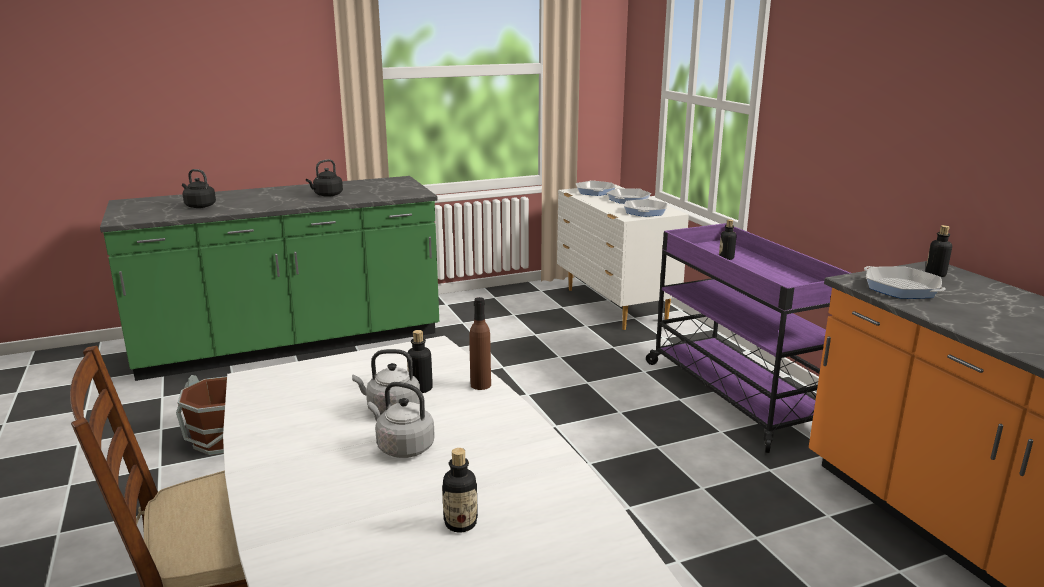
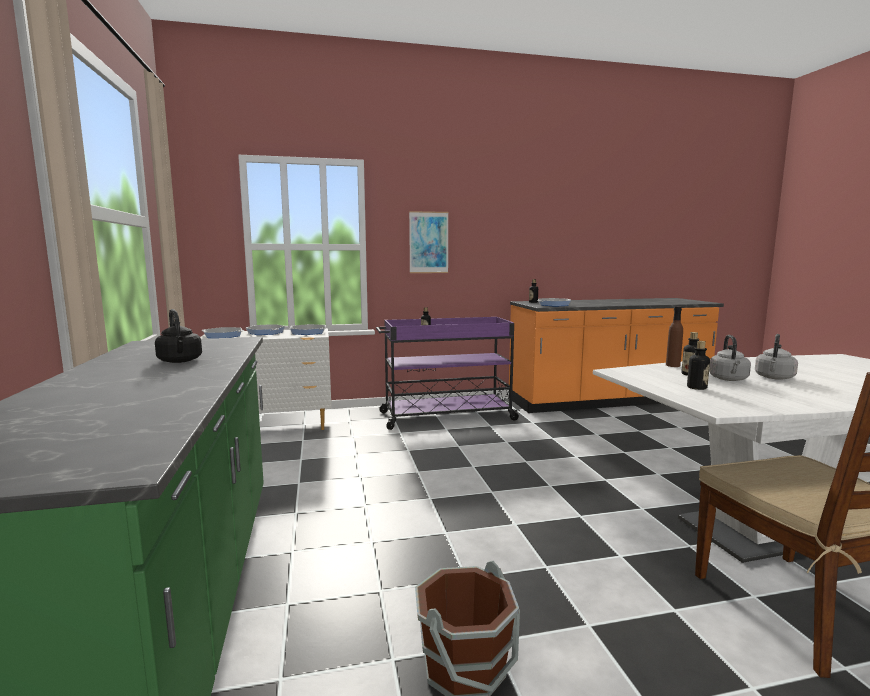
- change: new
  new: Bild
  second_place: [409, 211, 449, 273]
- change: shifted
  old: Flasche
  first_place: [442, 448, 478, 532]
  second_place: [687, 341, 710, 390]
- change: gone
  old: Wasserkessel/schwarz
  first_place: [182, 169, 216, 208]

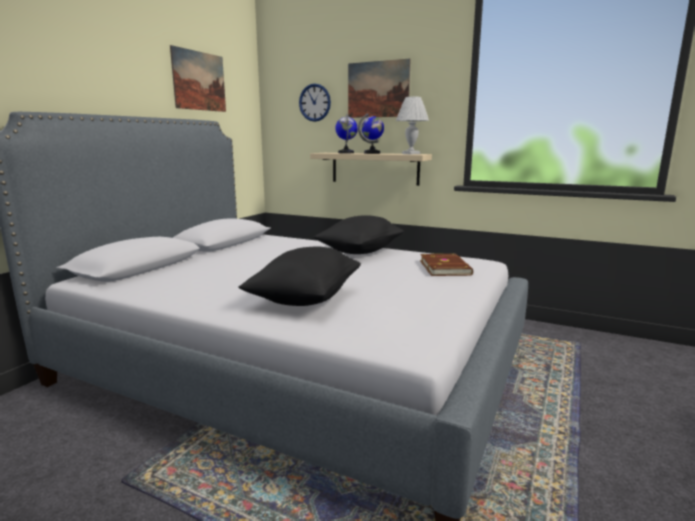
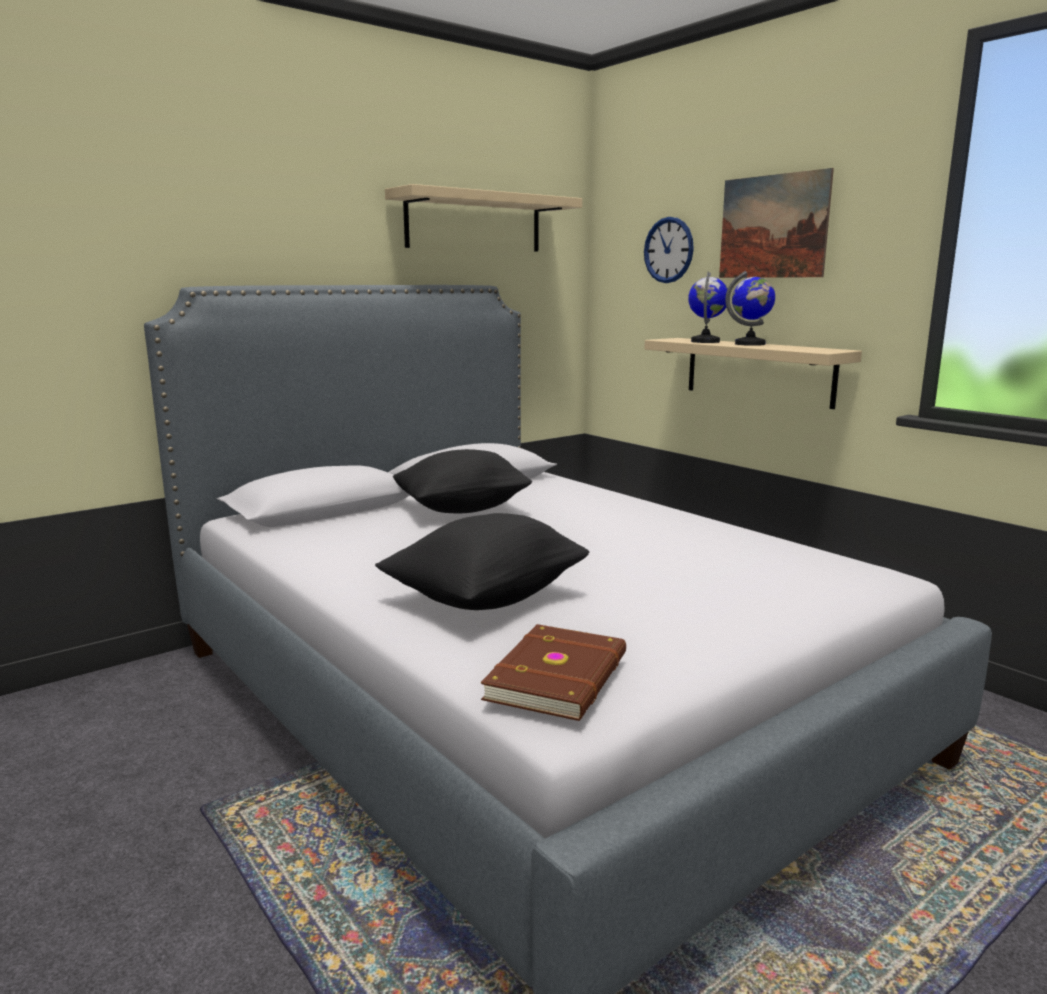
- change: swapped
  old: Bild
  new: Wandregal/beige
  first_place: [170, 45, 226, 112]
  second_place: [385, 184, 582, 252]
- change: shifted
  old: Kissen/schwarz
  first_place: [313, 215, 404, 254]
  second_place: [393, 449, 532, 513]
- change: shifted
  old: Buch/braun
  first_place: [420, 254, 473, 276]
  second_place: [481, 624, 626, 721]
- change: gone
  old: Tischlampe/weiß
  first_place: [396, 97, 429, 154]

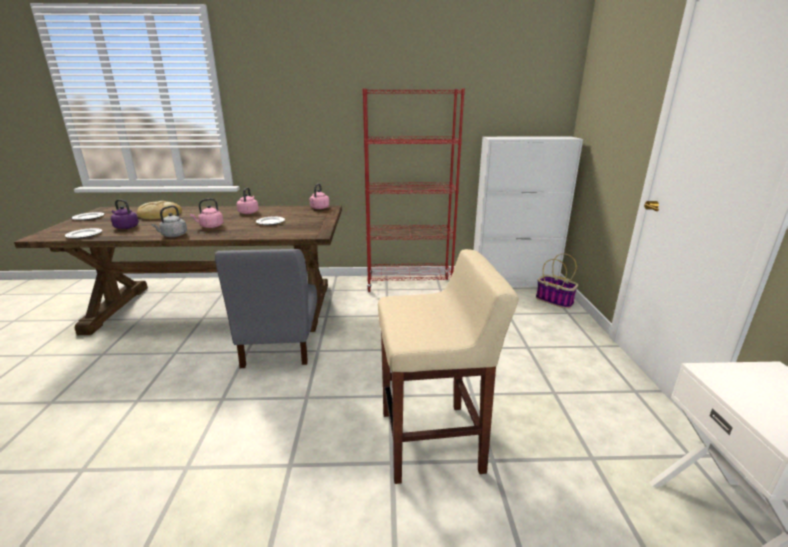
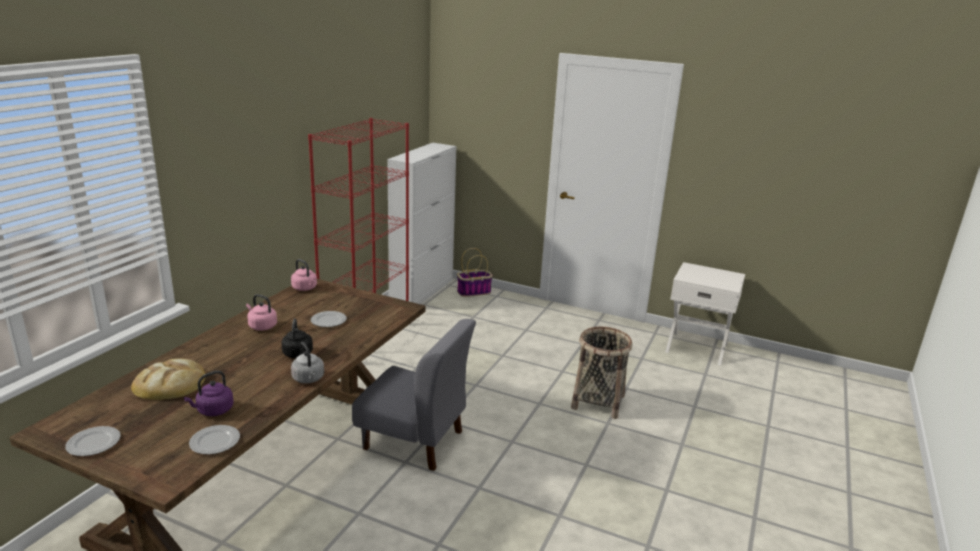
- change: repainted
  old: Wasserkessel/rosa
  new: Wasserkessel/schwarz
  first_place: [190, 198, 224, 228]
  second_place: [281, 318, 313, 358]
- change: swapped
  old: Hocker/beige
  new: Korb
  first_place: [378, 249, 519, 484]
  second_place: [571, 327, 632, 419]

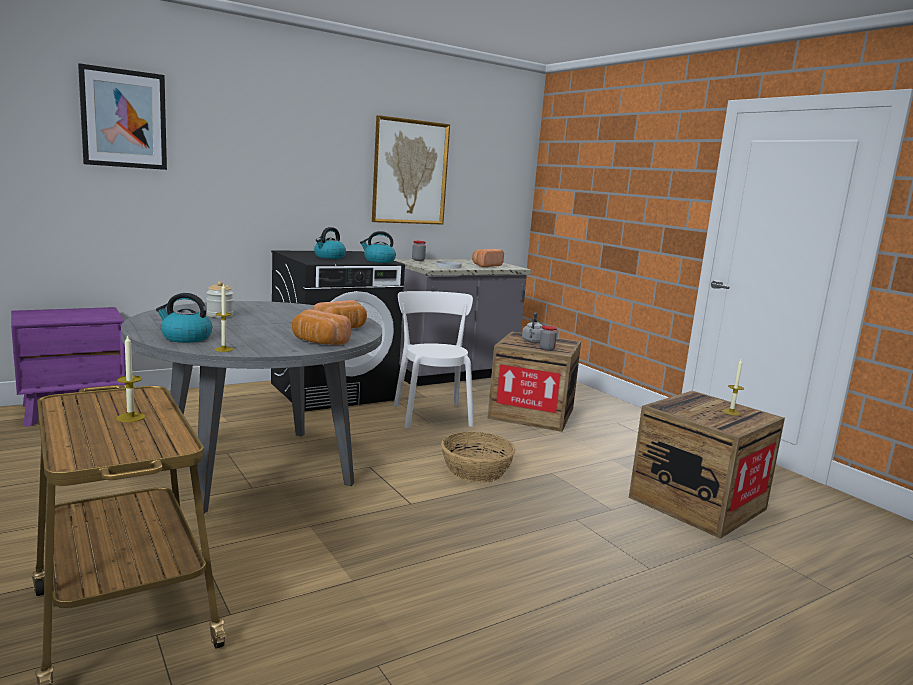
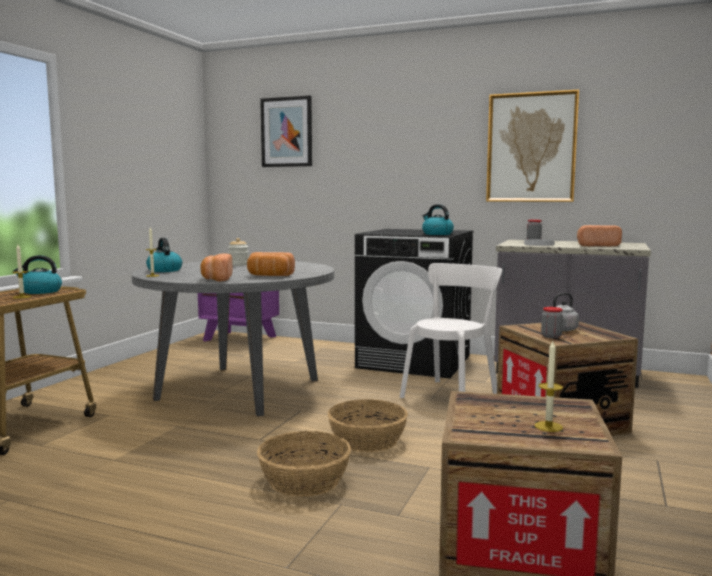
- change: shifted
  old: Wasserkessel
  first_place: [314, 227, 346, 259]
  second_place: [14, 255, 62, 294]
- change: new
  new: Korb
  second_place: [257, 431, 351, 497]

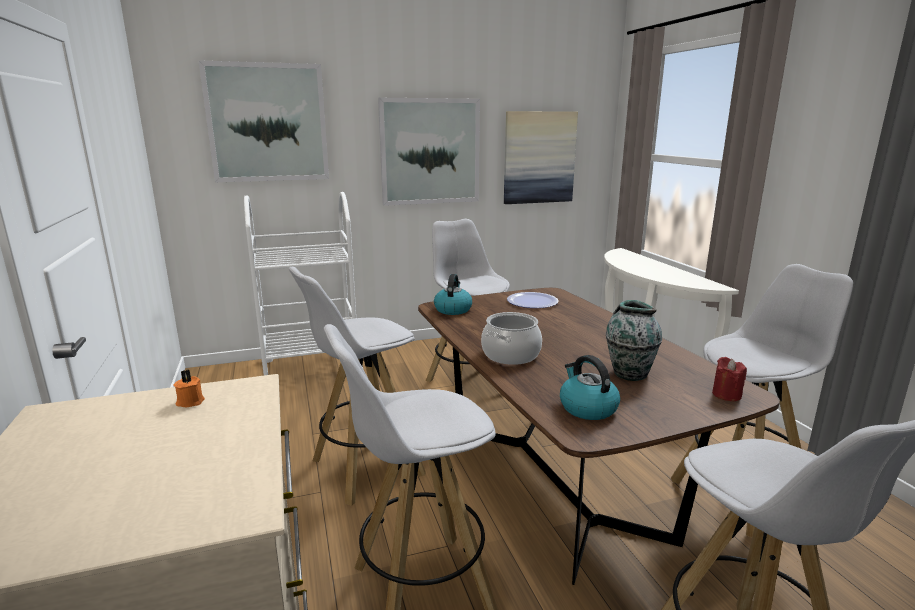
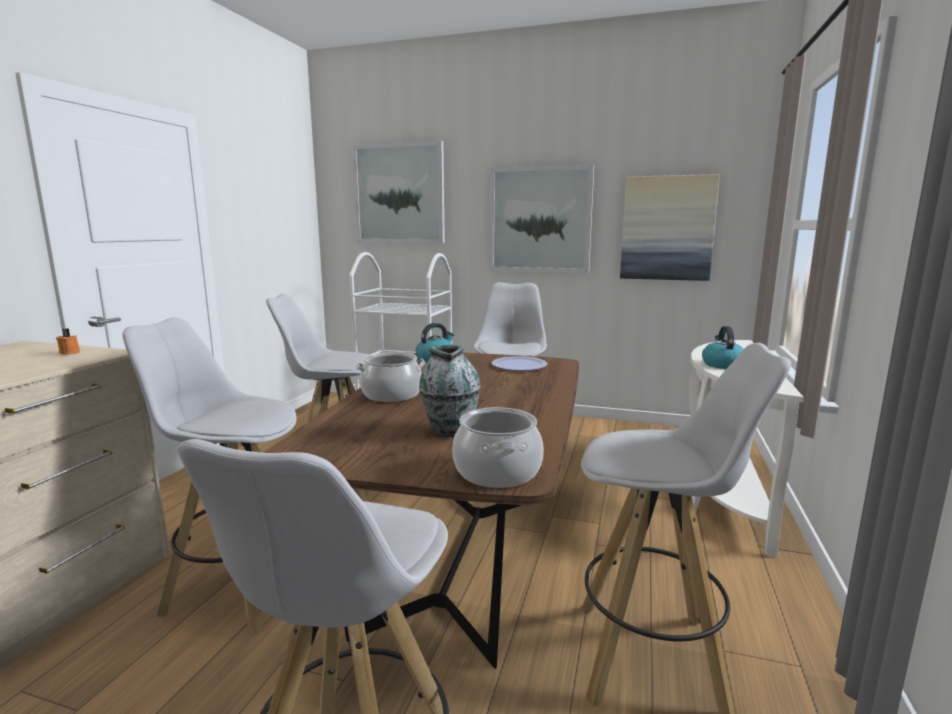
- change: swapped
  old: Kerze/rot
  new: Kochtopf
  first_place: [712, 357, 747, 401]
  second_place: [453, 407, 544, 488]
- change: shifted
  old: Wasserkessel
  first_place: [560, 355, 620, 420]
  second_place: [702, 326, 743, 369]

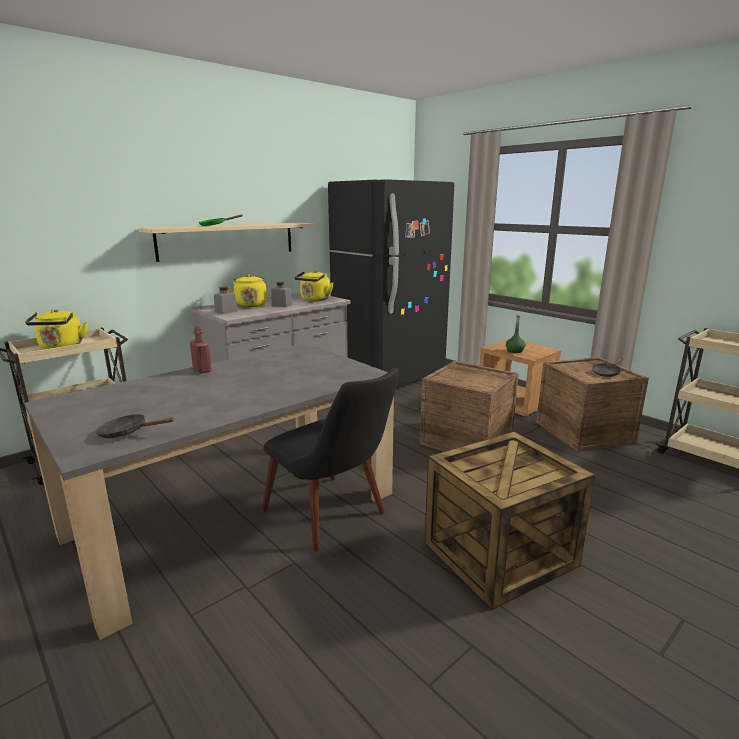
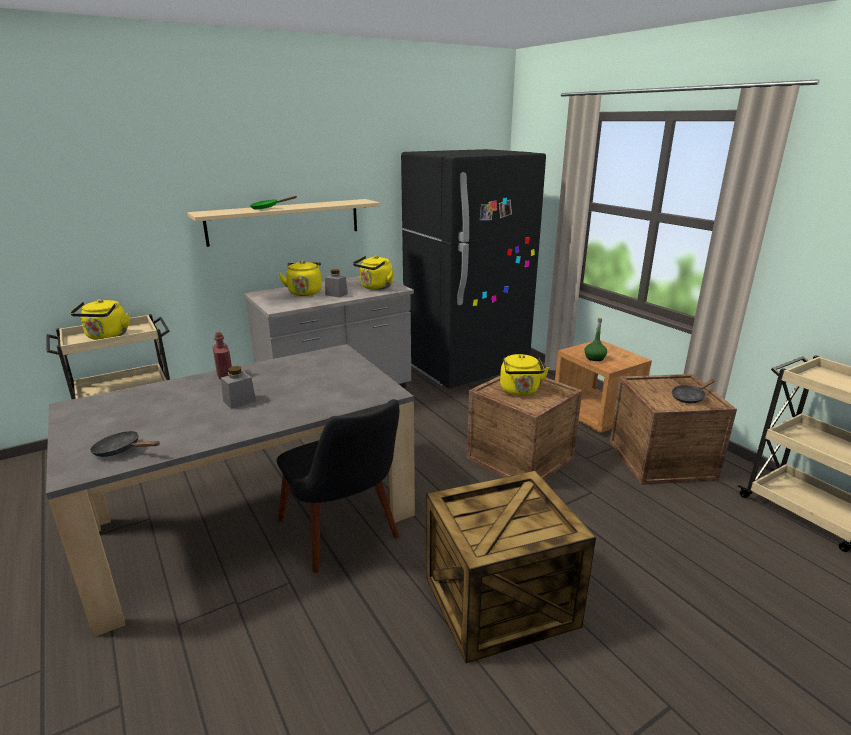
- change: shifted
  old: Vorratsglas/grau
  first_place: [214, 287, 237, 314]
  second_place: [221, 366, 256, 409]
- change: new
  new: Wasserkessel/gelb
  second_place: [500, 354, 549, 396]

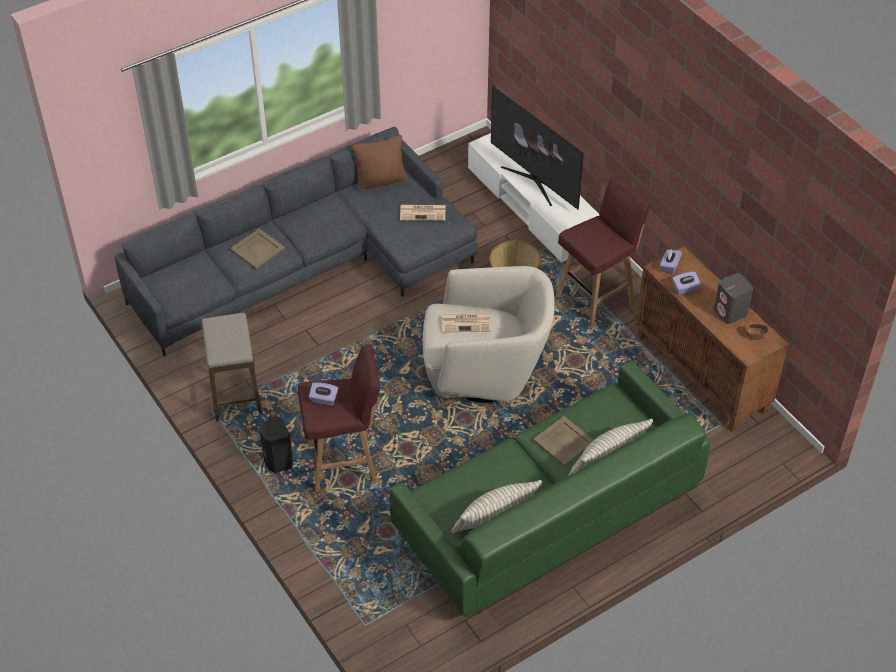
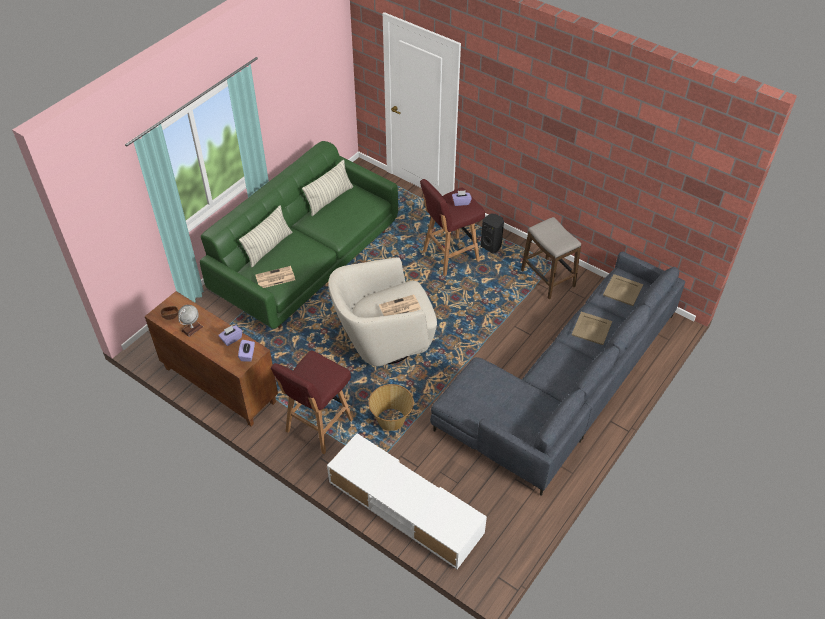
- change: swapped
  old: Lautsprecher/grau
  new: Globus
  first_place: [714, 273, 753, 324]
  second_place: [178, 305, 203, 337]
- change: shifted
  old: Zeitung
  first_place: [400, 205, 445, 221]
  second_place: [255, 266, 295, 288]
- change: shifted
  old: Tablett/beige
  first_place: [533, 416, 593, 466]
  second_place: [603, 274, 643, 306]
- change: gone
  old: Kissen/braun
  first_place: [352, 135, 408, 191]
- change: gone
  old: Fernseher
  first_place: [491, 86, 584, 210]

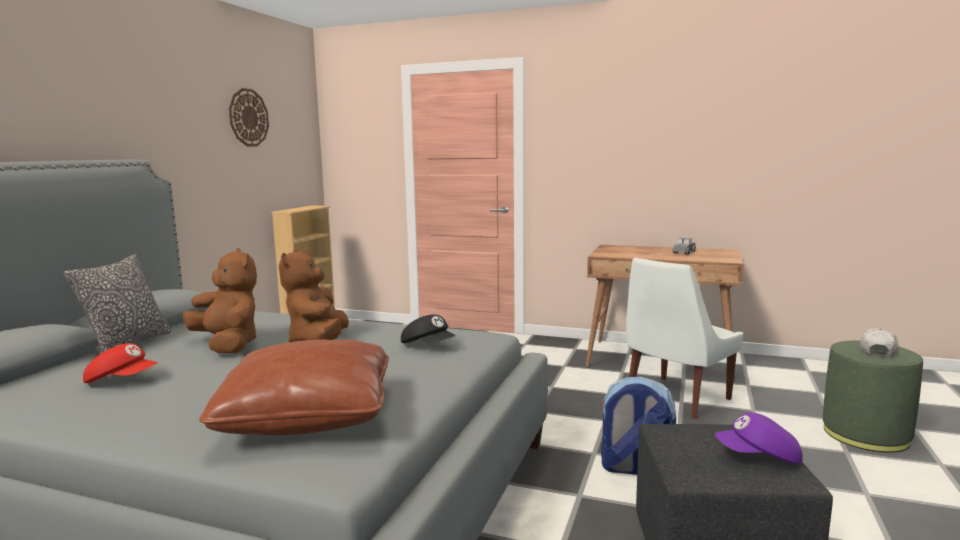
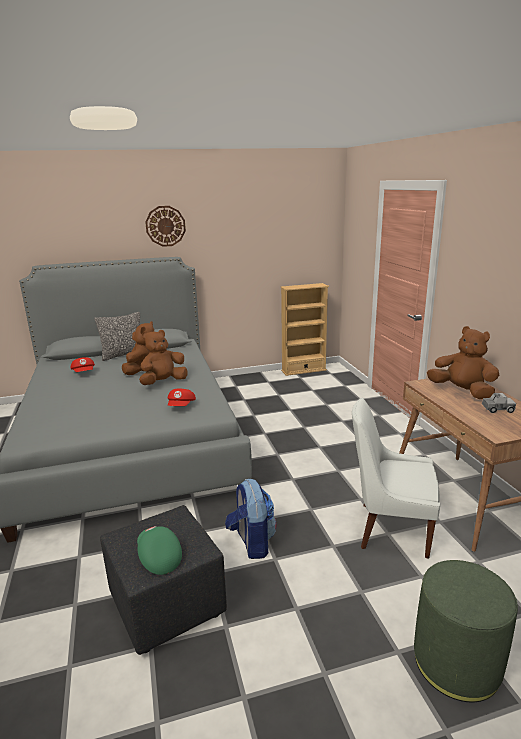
- change: repainted
  old: Kappe/lila
  new: Kappe/grün
  first_place: [715, 412, 803, 464]
  second_place: [137, 526, 182, 575]
- change: shifted
  old: Wanduhr
  first_place: [229, 88, 269, 146]
  second_place: [145, 206, 186, 247]
- change: repainted
  old: Kappe/schwarz
  new: Kappe/rot
  first_place: [401, 314, 456, 343]
  second_place: [168, 389, 196, 406]
- change: new
  new: Plüschtier/braun
  second_place: [427, 326, 499, 399]
- change: gone
  old: Kissen/braun
  first_place: [199, 339, 389, 435]
- change: gone
  old: Kappe/weiß
  first_place: [860, 328, 899, 355]

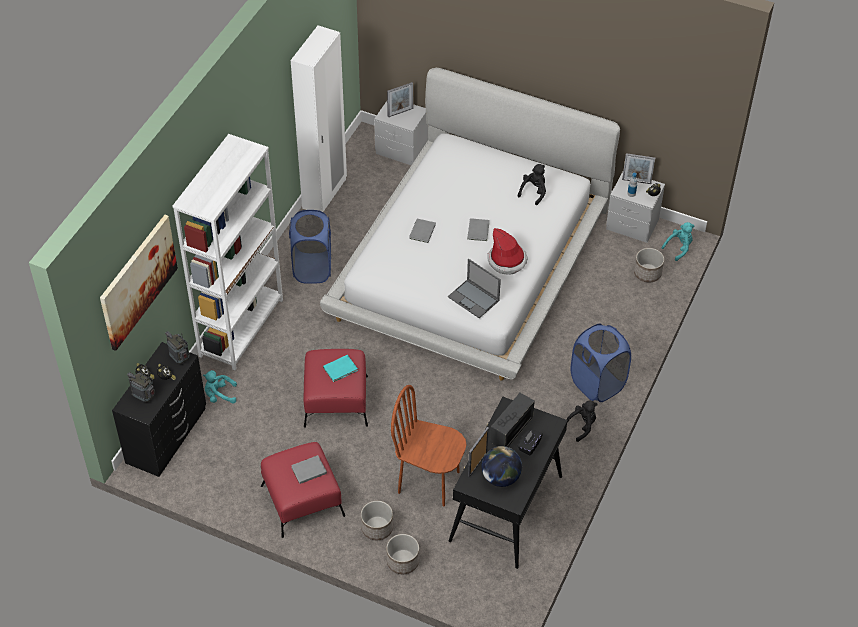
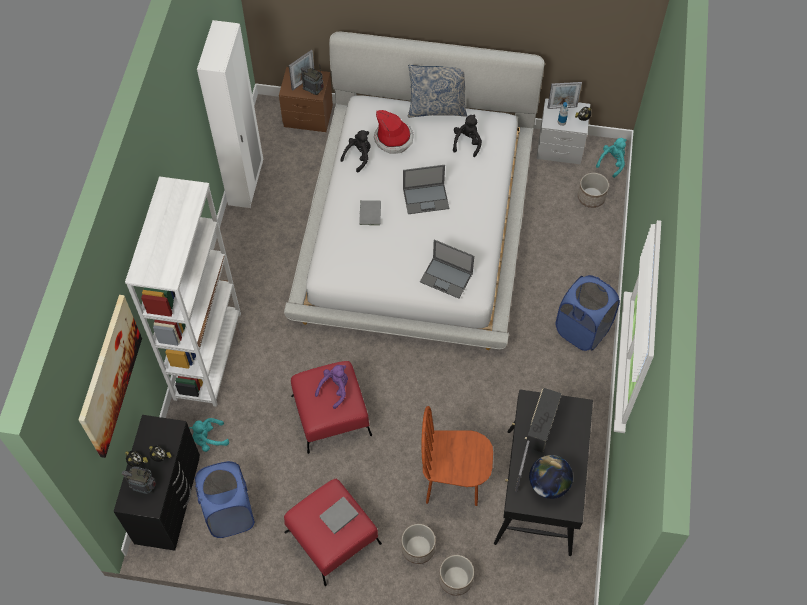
- change: shifted
  old: Wäschekorb/blau
  first_place: [289, 210, 331, 284]
  second_place: [195, 461, 255, 538]
- change: repainted
  old: Nachttisch/grau
  new: Nachttisch/braun
  first_place: [374, 101, 428, 165]
  second_place: [279, 67, 333, 132]
- change: shifted
  old: Radio
  first_place: [165, 331, 190, 364]
  second_place: [301, 67, 324, 95]
- change: swapped
  old: Buch/türkis
  new: Plüschtier/lila
  first_place: [323, 355, 358, 382]
  second_place: [315, 365, 348, 409]
- change: shifted
  old: Plüschtier/schwarz
  first_place: [566, 400, 598, 442]
  second_place: [340, 130, 371, 173]
- change: shifted
  old: Hut
  first_place: [487, 228, 528, 275]
  second_place: [374, 110, 414, 154]
- change: swapped
  old: Buch/grau
  new: Laptop
  first_place: [467, 218, 490, 241]
  second_place: [403, 165, 449, 214]
- change: new
  new: Kissen
  second_place: [408, 65, 467, 118]
- change: gone
  old: Taschentuchbox/schwarz
  first_place: [518, 429, 543, 456]

